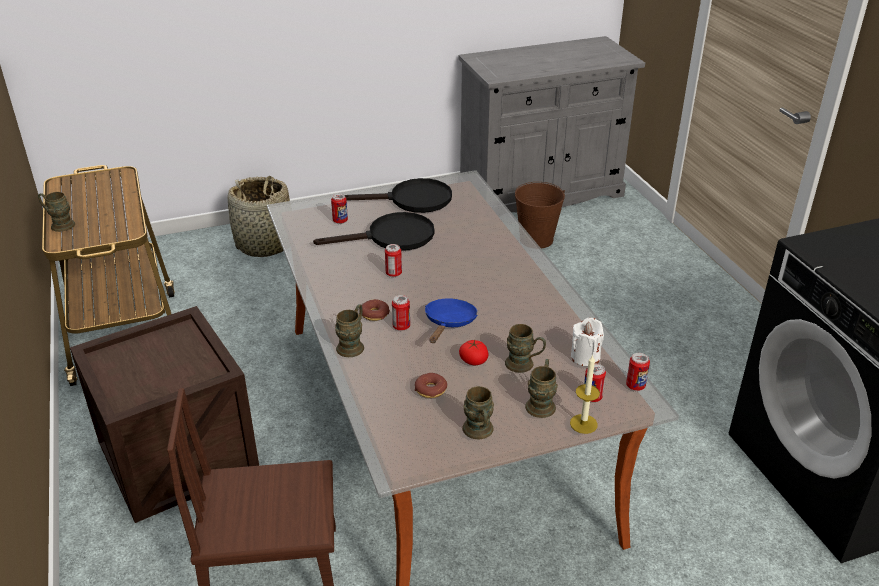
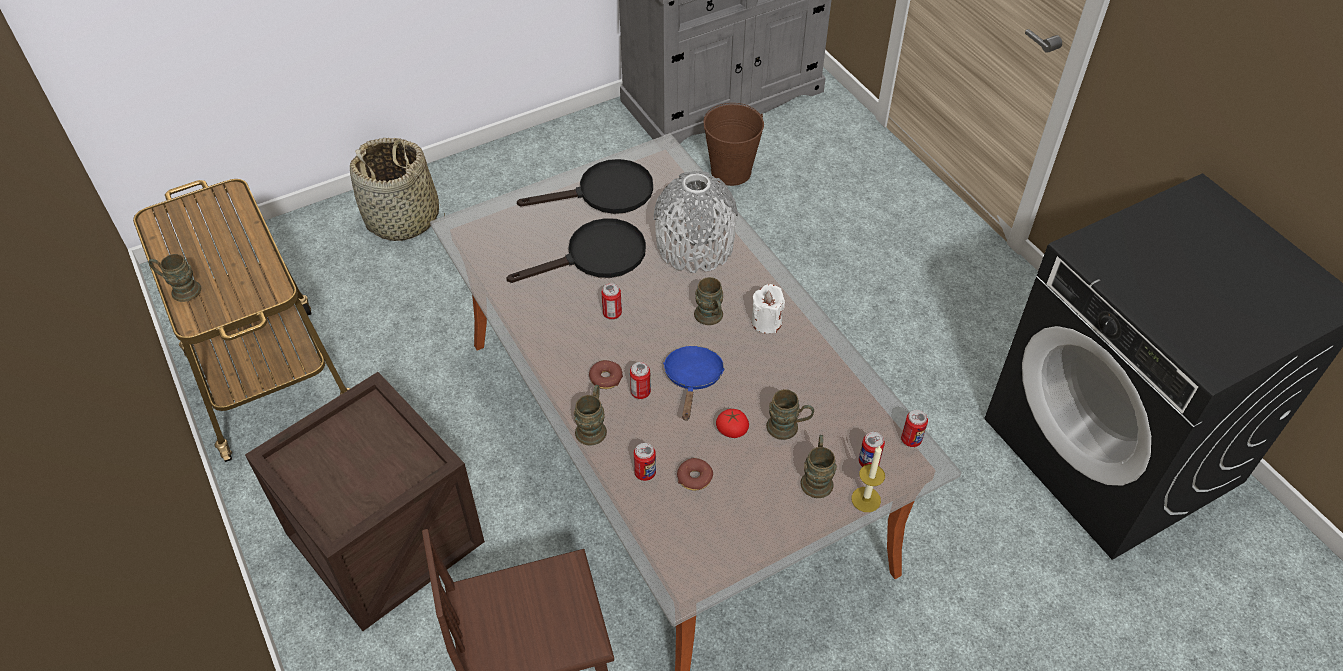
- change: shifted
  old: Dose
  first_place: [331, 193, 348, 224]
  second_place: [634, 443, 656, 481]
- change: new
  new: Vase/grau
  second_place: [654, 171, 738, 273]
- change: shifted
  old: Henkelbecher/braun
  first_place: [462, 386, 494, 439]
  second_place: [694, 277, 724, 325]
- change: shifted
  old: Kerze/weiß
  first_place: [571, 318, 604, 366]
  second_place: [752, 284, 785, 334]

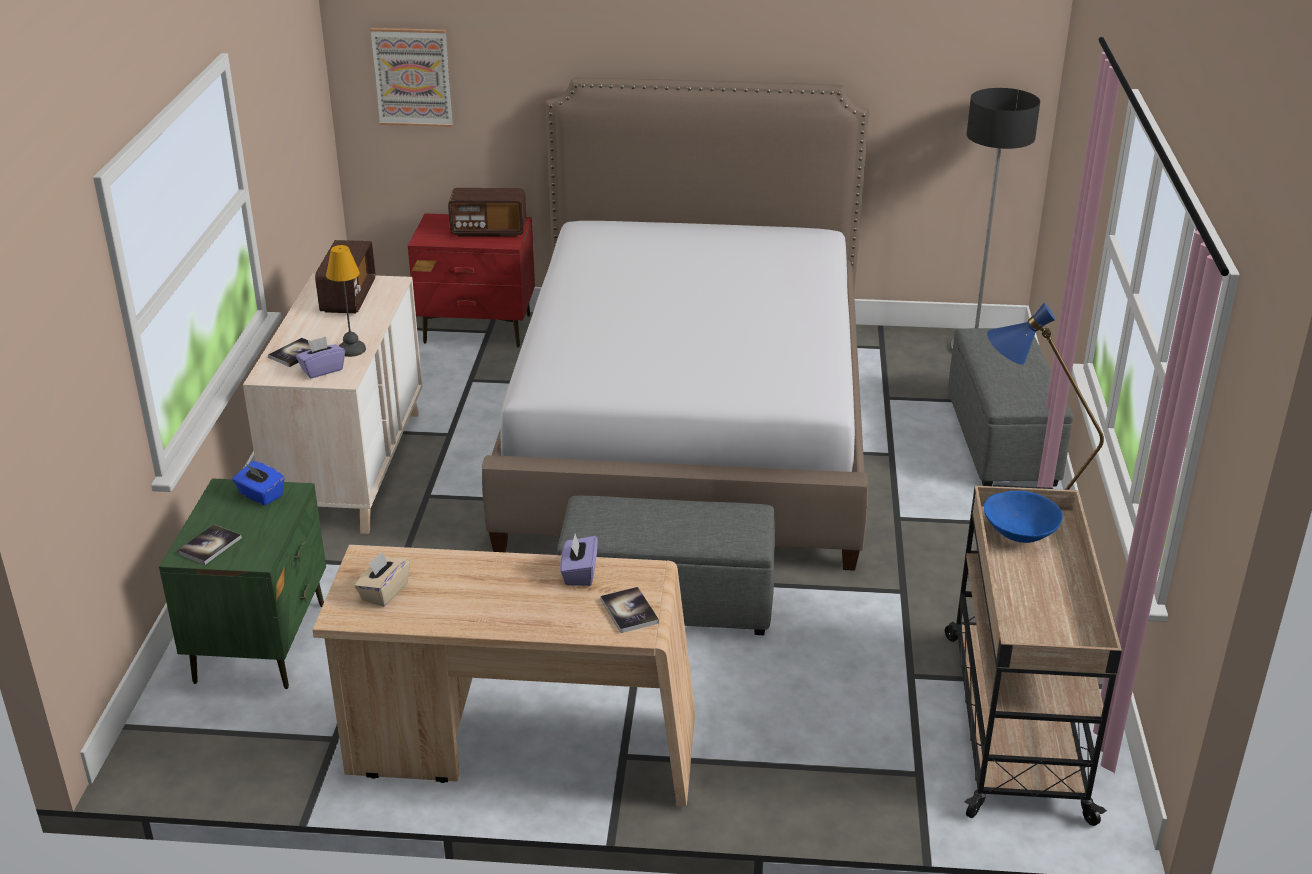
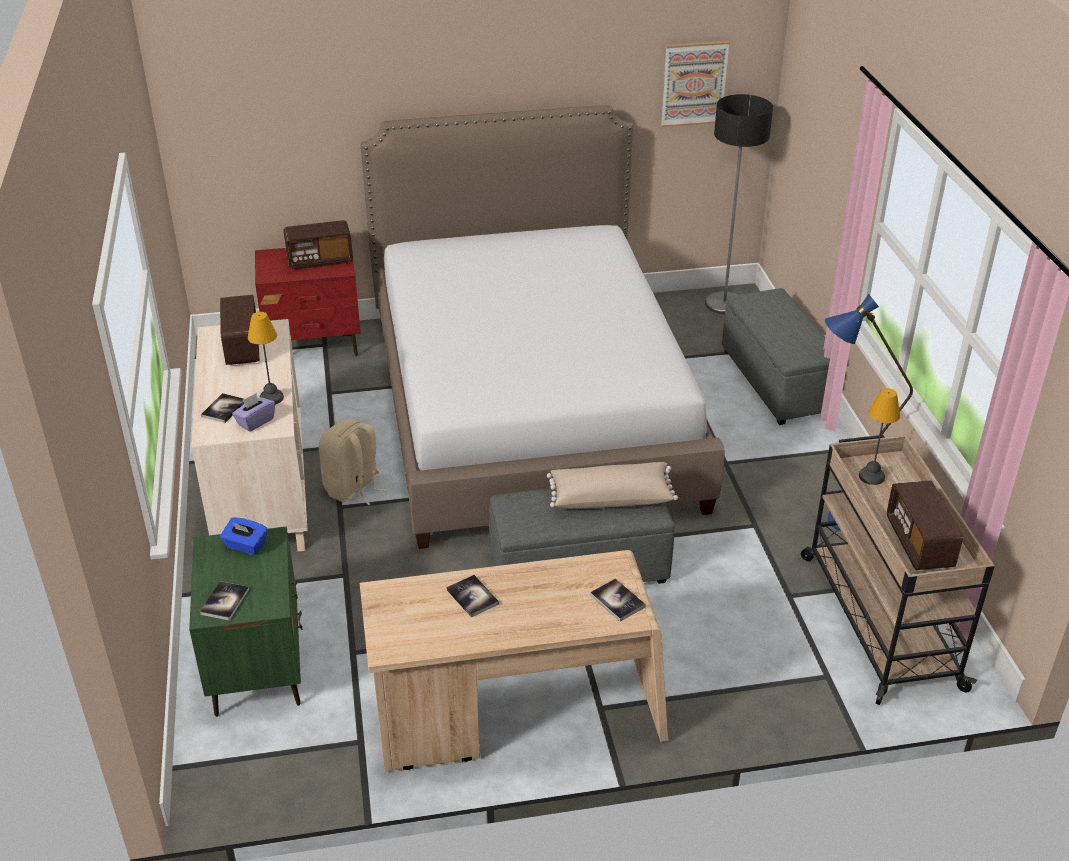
- change: new
  new: Rucksack/beige
  second_place: [319, 419, 387, 505]
- change: new
  new: Buch
  second_place: [447, 575, 499, 617]
- change: new
  new: Kissen/beige
  second_place: [547, 462, 678, 509]
- change: shifted
  old: Bild
  first_place: [370, 28, 453, 127]
  second_place: [661, 41, 730, 127]
- change: swapped
  old: Schüssel/blau
  new: Tischlampe
  first_place: [984, 491, 1063, 543]
  second_place: [859, 388, 900, 485]
- change: new
  new: Radio
  second_place: [887, 480, 963, 570]
- change: gone
  old: Taschentuchbox/beige
  first_place: [354, 551, 410, 607]
- change: gone
  old: Taschentuchbox/lila
  first_place: [560, 534, 598, 586]

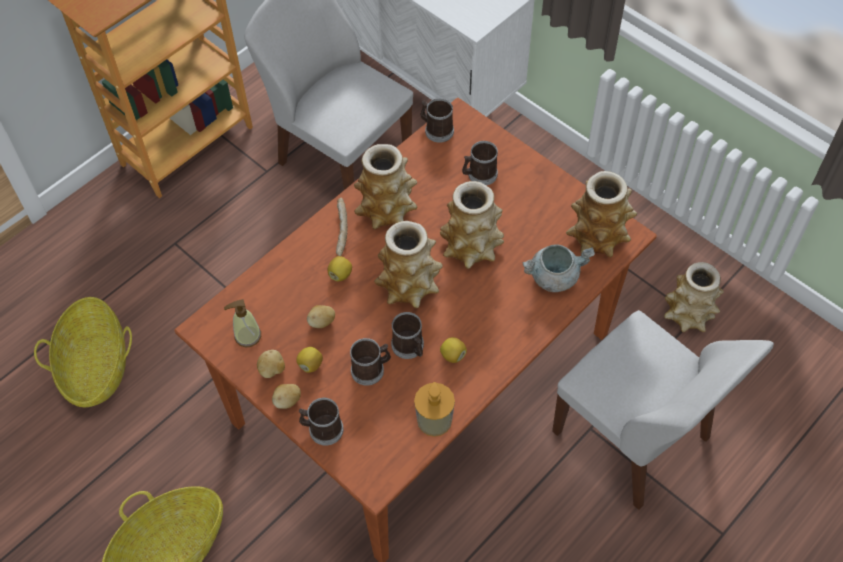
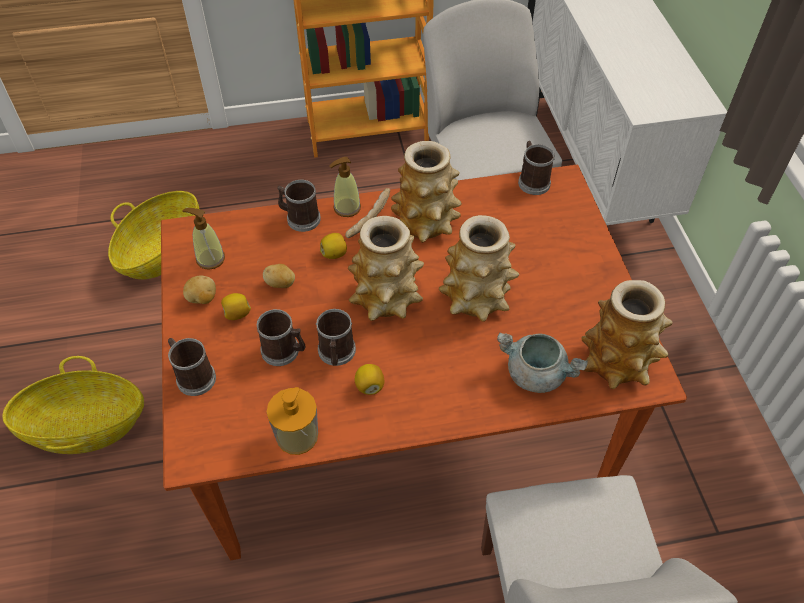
- change: shifted
  old: Henkelbecher
  first_place: [462, 141, 498, 185]
  second_place: [277, 180, 321, 232]
- change: new
  new: Seifenspender
  second_place: [329, 157, 361, 217]
- change: gone
  old: Kartoffel
  first_place: [272, 384, 301, 409]
- change: gone
  old: Vase
  first_place: [664, 262, 724, 332]

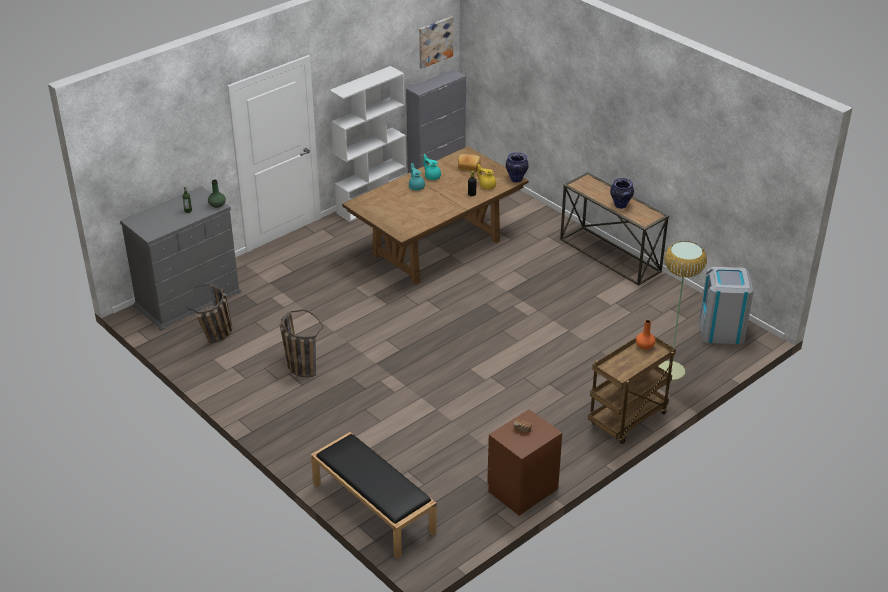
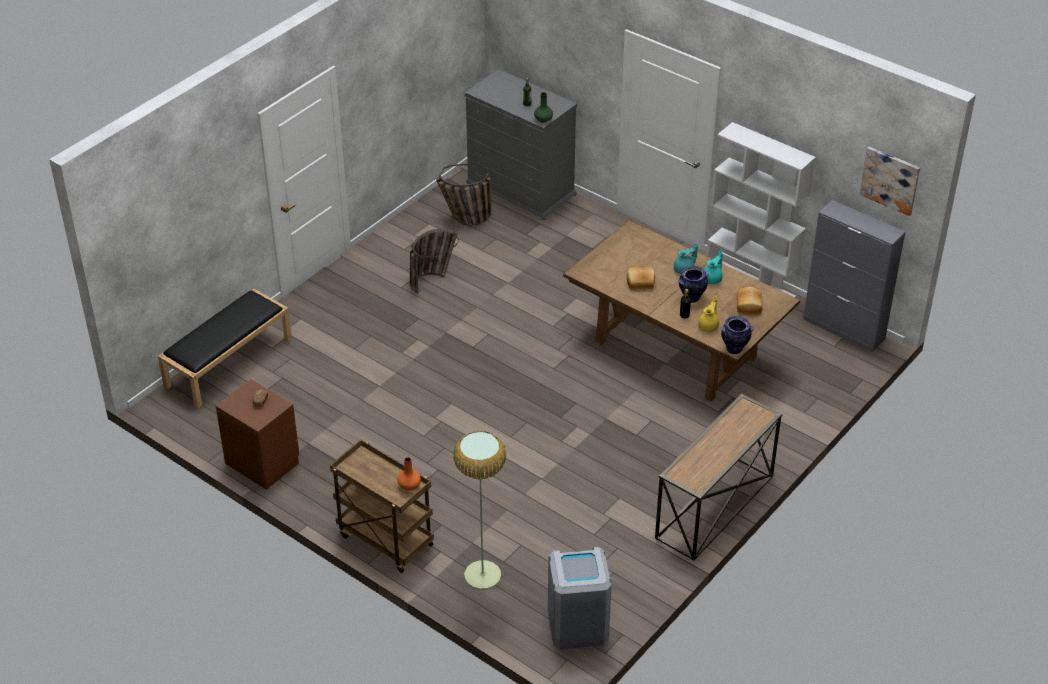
- change: new
  new: Brot
  second_place: [627, 266, 655, 289]
- change: shifted
  old: Vase
  first_place: [610, 178, 634, 209]
  second_place: [678, 266, 709, 303]

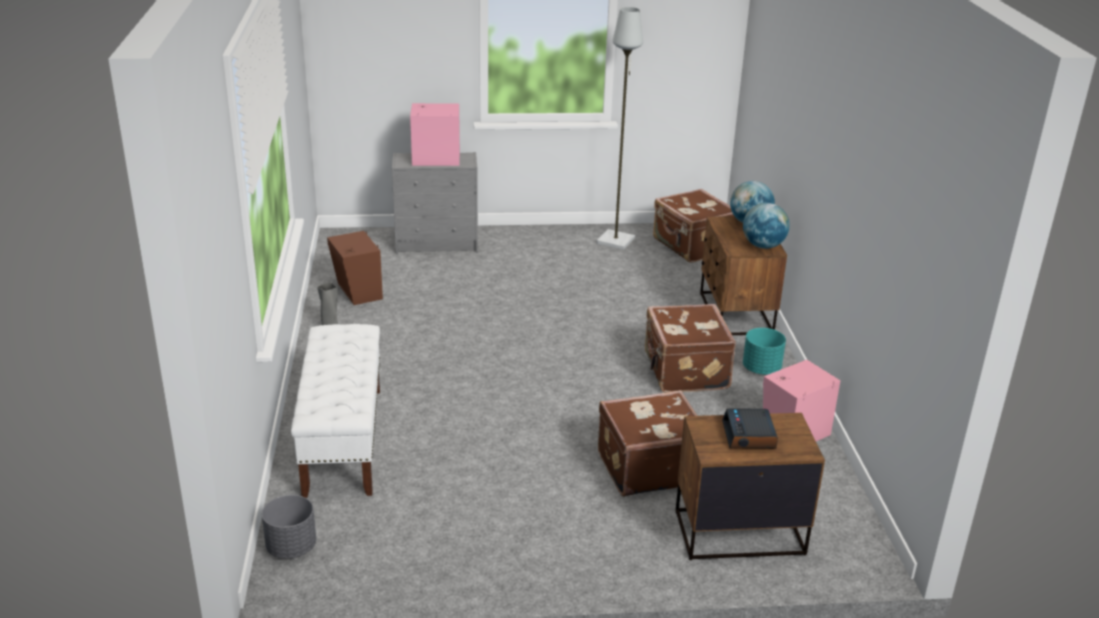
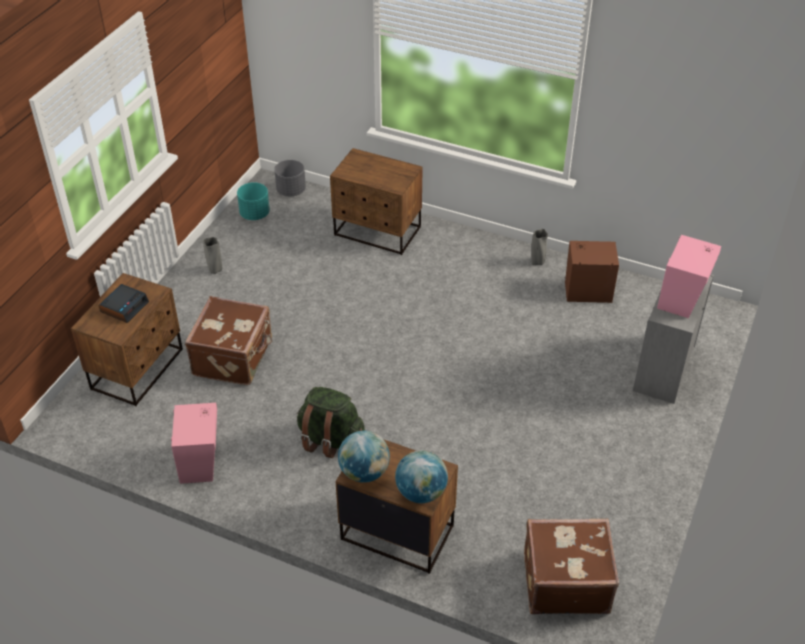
- change: rotated
  old: Wecker
  first_place: [722, 408, 778, 449]
  second_place: [99, 284, 149, 323]
  degrees: 90
- change: new
  new: Vase/grau
  second_place: [203, 237, 222, 274]
- change: shifted
  old: Pflanzkübel/türkis
  first_place: [743, 328, 786, 375]
  second_place: [237, 182, 270, 220]
- change: swapped
  old: Koffer/braun
  new: Rucksack/grün
  first_place: [645, 304, 736, 393]
  second_place: [297, 387, 365, 458]
- change: swapped
  old: Bank/weiß
  new: Nachttisch/braun
  first_place: [291, 324, 380, 498]
  second_place: [330, 148, 423, 255]
- change: gone
  old: Stehlampe/grau
  first_place: [596, 7, 643, 250]

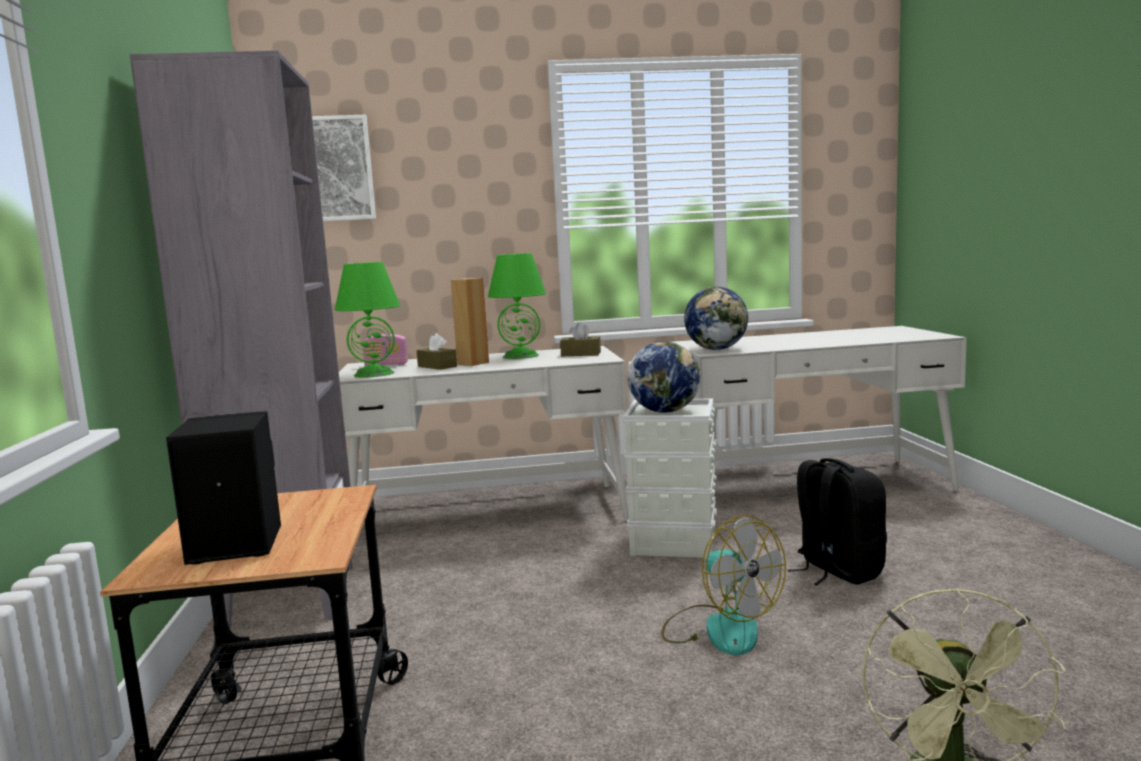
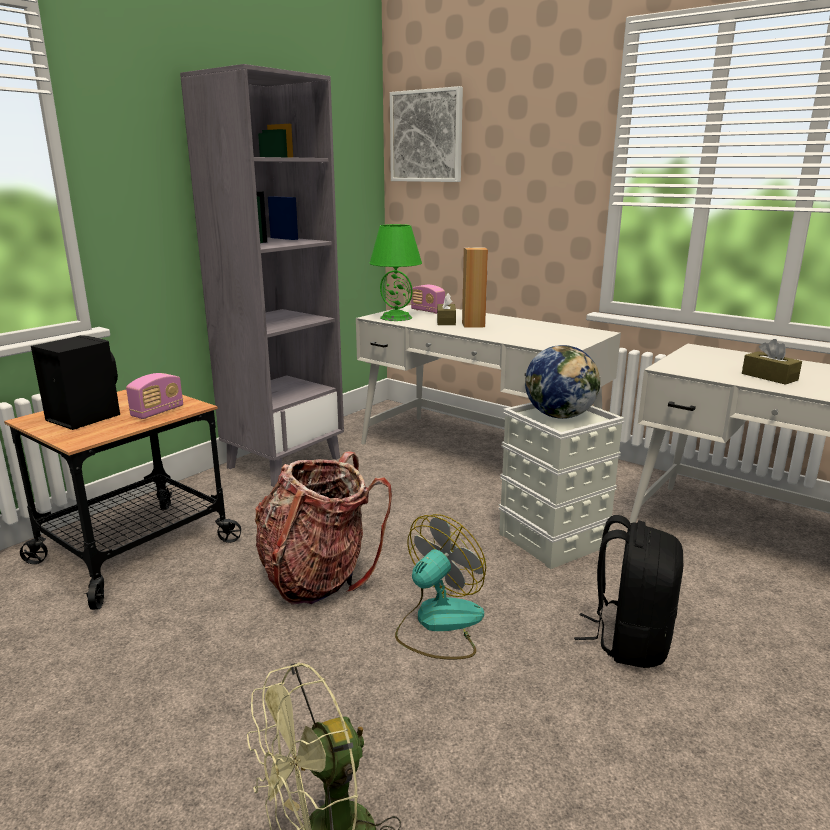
- change: new
  new: Radio
  second_place: [126, 373, 183, 419]
- change: new
  new: Rucksack
  second_place: [255, 451, 392, 605]
- change: rotated
  old: Ventilator
  first_place: [661, 515, 786, 655]
  second_place: [395, 514, 486, 659]
  degrees: -150
- change: shifted
  old: Taschentuchbox/braun
  first_place: [560, 323, 601, 356]
  second_place: [742, 339, 802, 385]
- change: gone
  old: Tischlampe/grün
  first_place: [488, 253, 546, 359]
- change: gone
  old: Globus
  first_place: [684, 287, 748, 350]

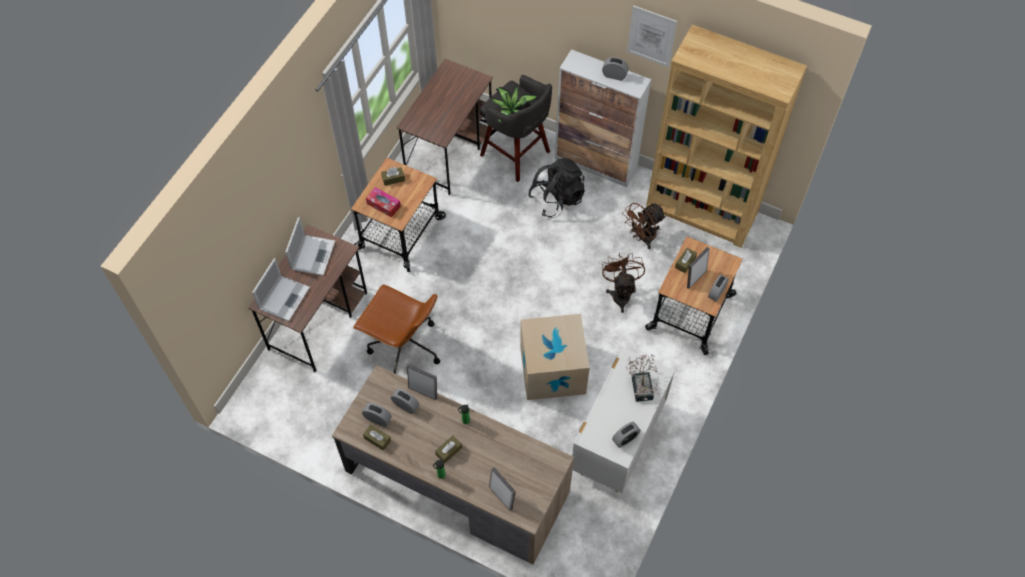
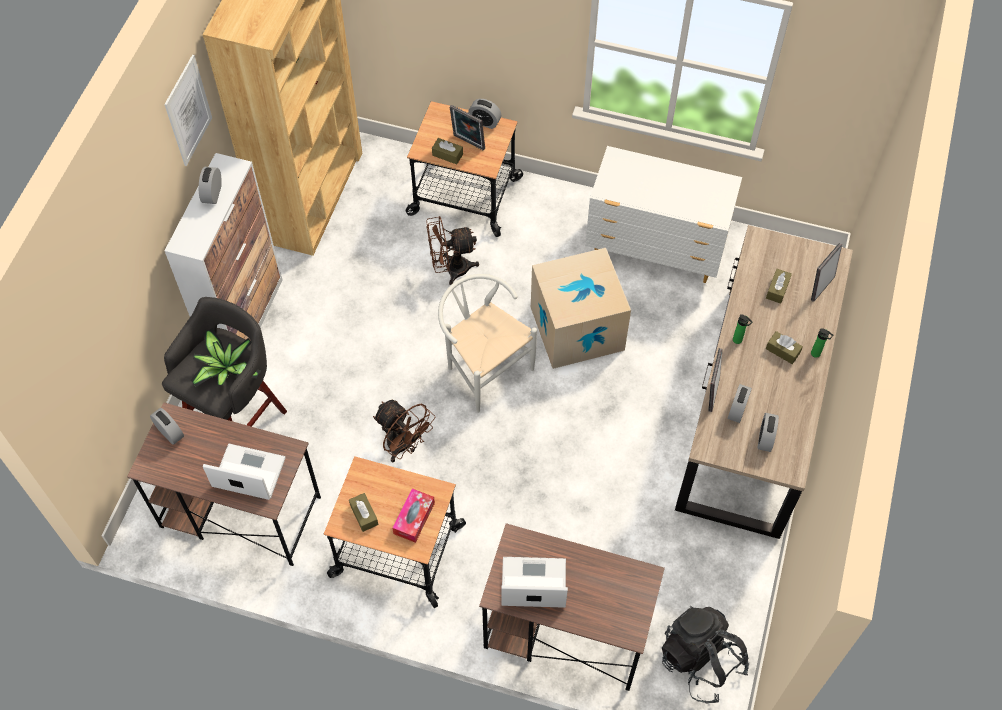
- change: shifted
  old: Wecker
  first_place: [612, 422, 641, 448]
  second_place: [150, 408, 184, 445]
- change: shifted
  old: Laptop
  first_place: [252, 258, 310, 321]
  second_place: [203, 444, 286, 500]
- change: shifted
  old: Ventilator/braun
  first_place: [622, 203, 666, 249]
  second_place: [373, 400, 435, 462]
- change: new
  new: Stuhl/weiß
  second_place: [438, 274, 537, 413]
- change: shifted
  old: Rucksack/schwarz
  first_place: [528, 158, 585, 217]
  second_place: [662, 606, 749, 704]
- change: shifted
  old: Taschentuchbox/braun
  first_place: [363, 425, 391, 451]
  second_place: [766, 269, 792, 304]
- change: gone
  old: Bürostuhl/braun
  first_place: [353, 285, 440, 374]
- change: gone
  old: Topfpflanze
  first_place: [626, 354, 659, 402]

